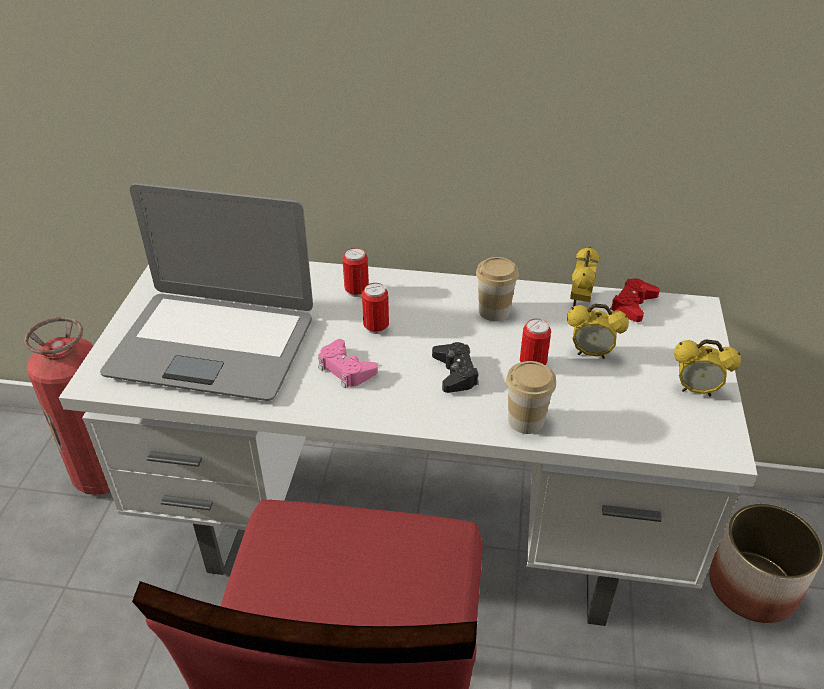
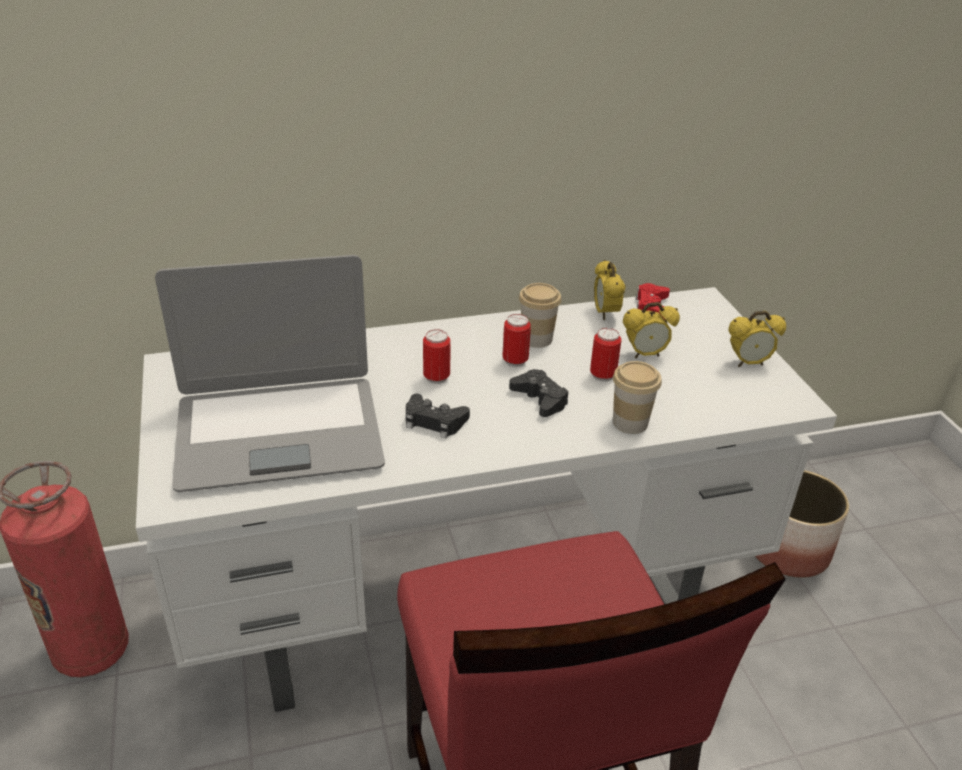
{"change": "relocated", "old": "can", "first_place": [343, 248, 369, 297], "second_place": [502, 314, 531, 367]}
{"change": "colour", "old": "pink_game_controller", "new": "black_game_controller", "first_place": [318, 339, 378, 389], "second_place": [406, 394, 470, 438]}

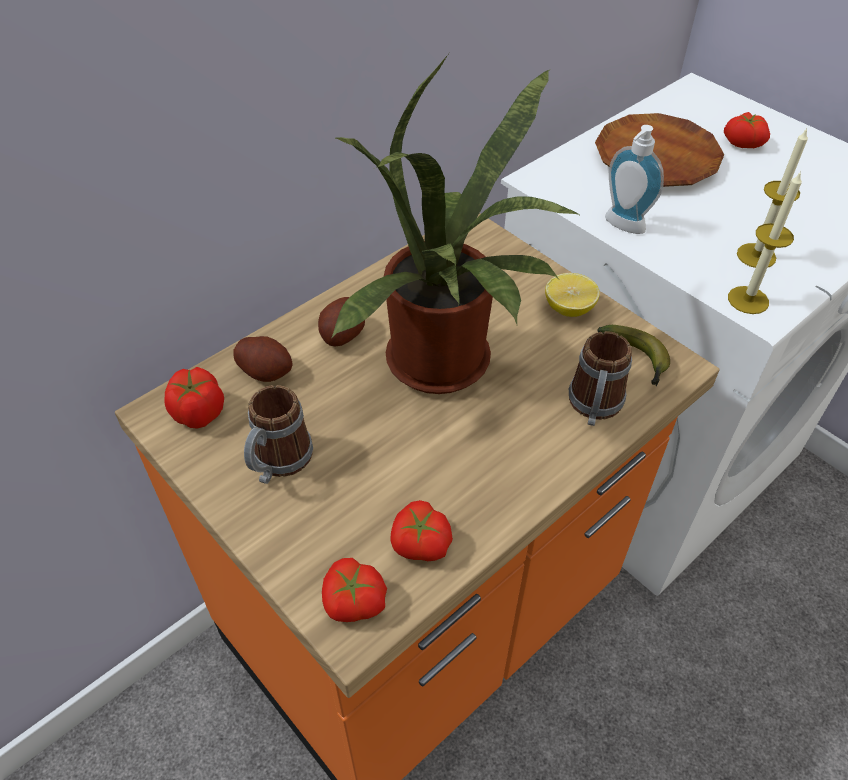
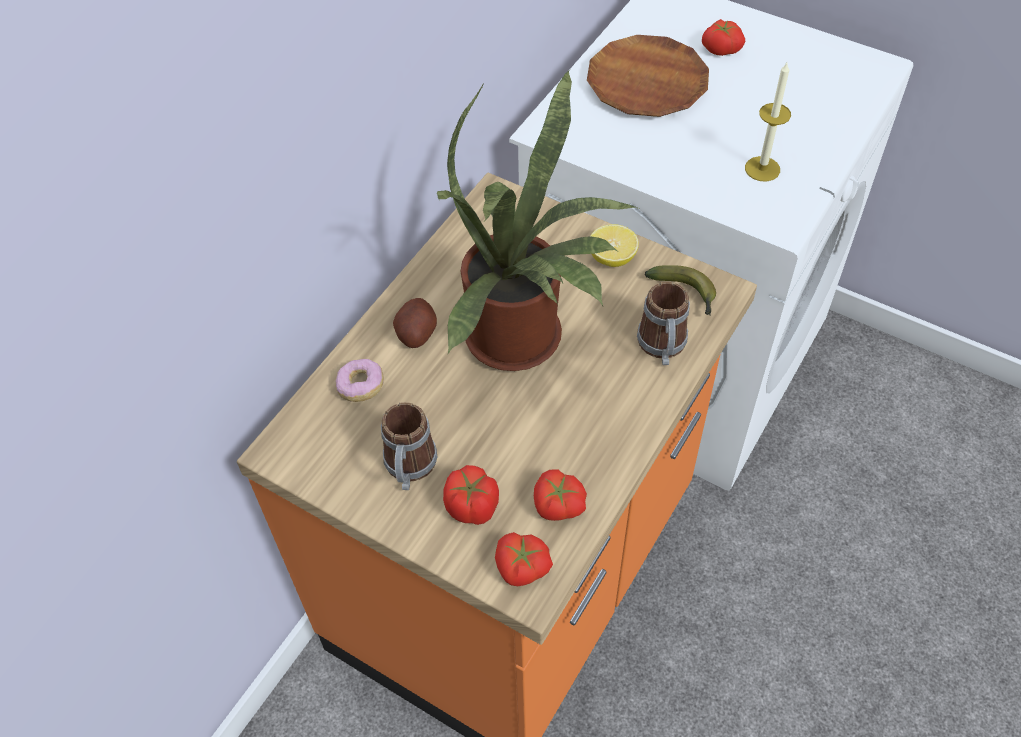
{"change": "missing", "old": "soap_dispenser", "first_place": [605, 125, 664, 234]}
{"change": "missing", "old": "candle", "first_place": [728, 171, 802, 314]}
{"change": "relocated", "old": "tomato", "first_place": [164, 367, 224, 429], "second_place": [443, 465, 499, 525]}
{"change": "exchanged", "old": "potato", "new": "donut", "first_place": [233, 336, 292, 382], "second_place": [336, 359, 384, 402]}

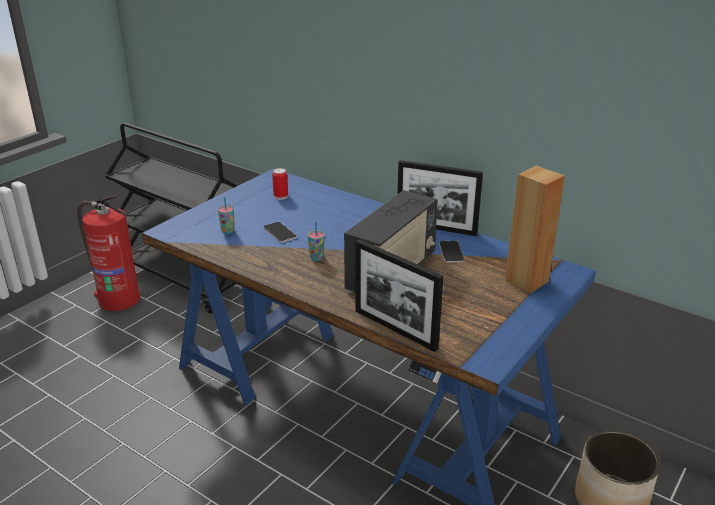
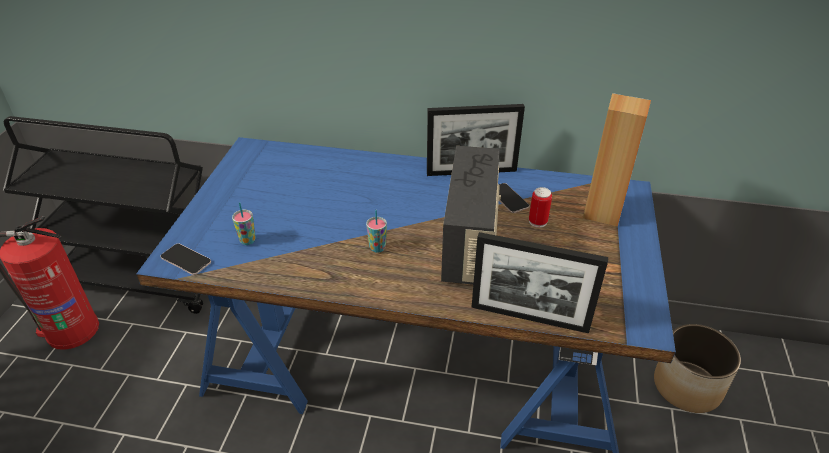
{"change": "relocated", "old": "phone", "first_place": [264, 222, 297, 242], "second_place": [160, 244, 211, 275]}
{"change": "relocated", "old": "can", "first_place": [272, 168, 288, 200], "second_place": [529, 187, 552, 228]}

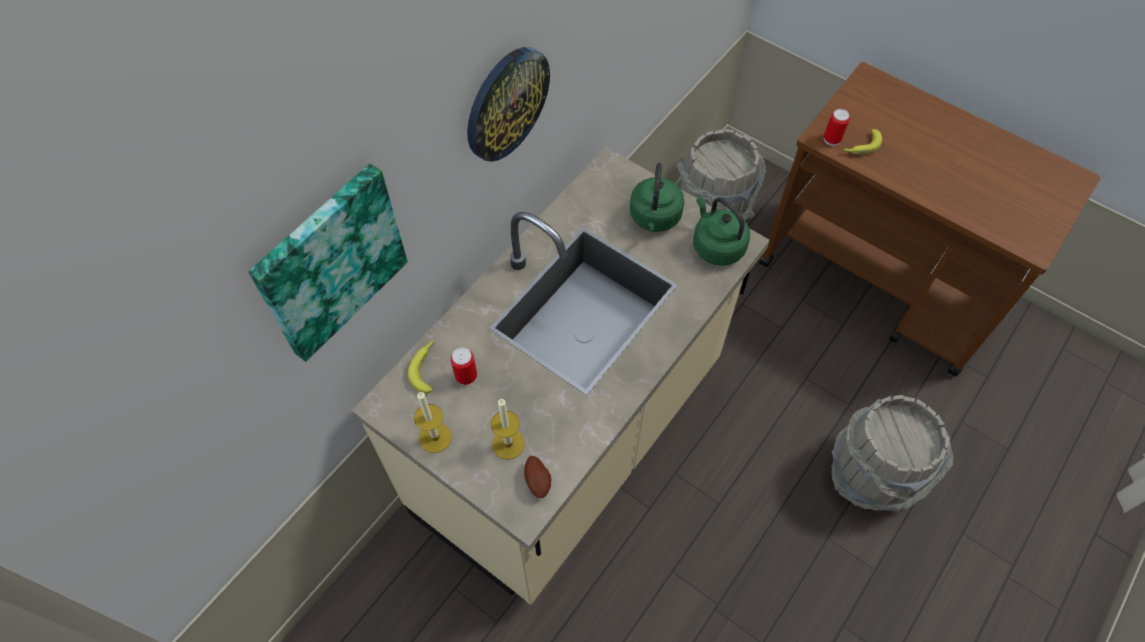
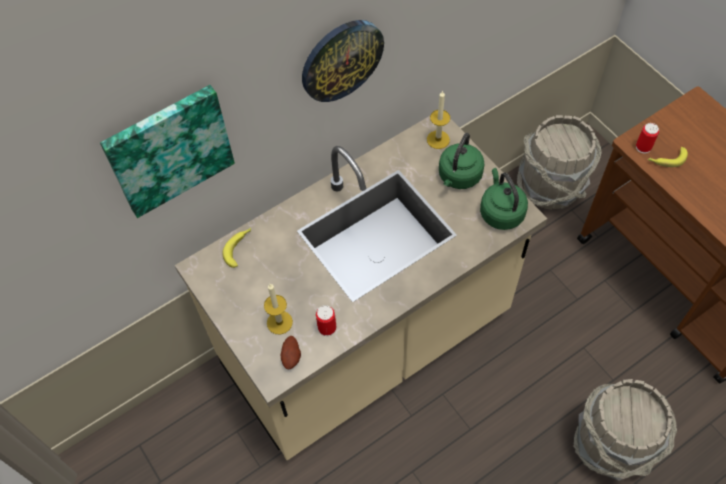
{"change": "relocated", "old": "candle", "first_place": [414, 391, 452, 453], "second_place": [427, 90, 450, 149]}
{"change": "relocated", "old": "can", "first_place": [451, 347, 477, 386], "second_place": [316, 305, 336, 336]}

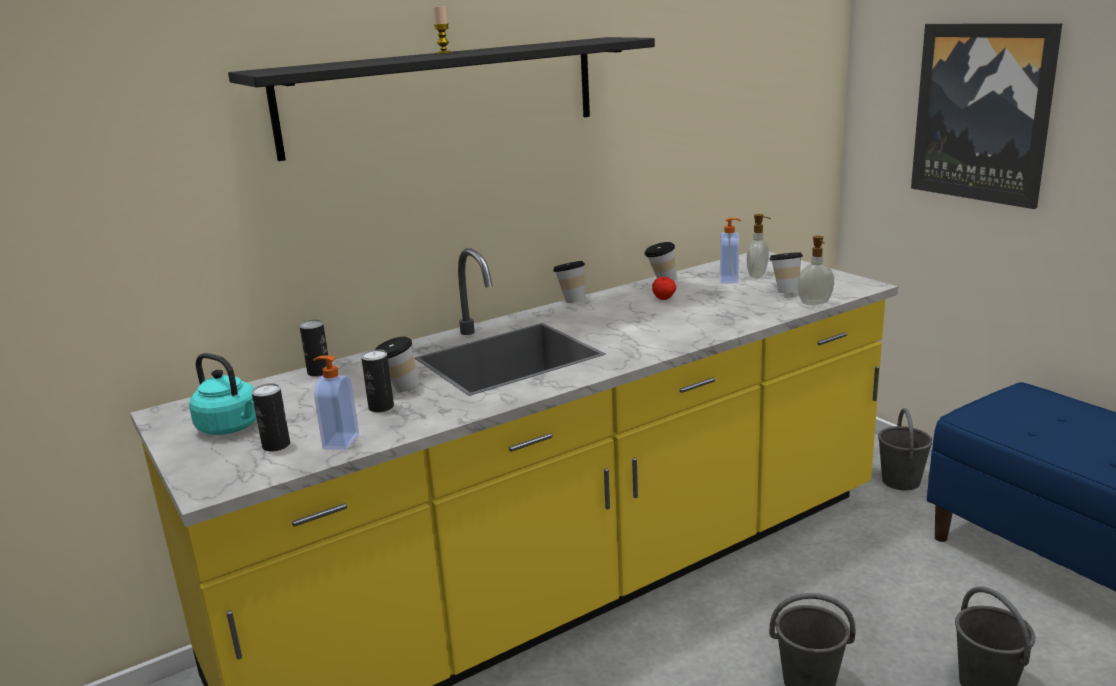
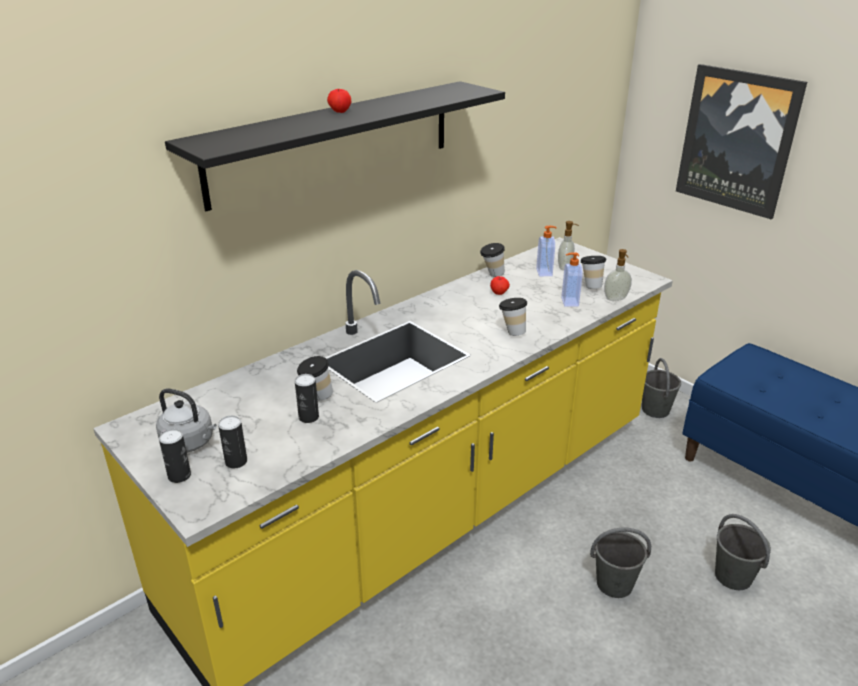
{"change": "relocated", "old": "can", "first_place": [300, 320, 328, 377], "second_place": [159, 429, 191, 483]}
{"change": "relocated", "old": "soap_dispenser", "first_place": [313, 355, 359, 450], "second_place": [562, 252, 583, 307]}
{"change": "relocated", "old": "cup", "first_place": [553, 261, 586, 303], "second_place": [499, 298, 527, 336]}
{"change": "exchanged", "old": "candle", "new": "apple", "first_place": [434, 6, 451, 54], "second_place": [327, 89, 352, 113]}
{"change": "colour", "old": "turquoise_kettle", "new": "grey_kettle", "first_place": [189, 353, 257, 435], "second_place": [156, 388, 217, 453]}

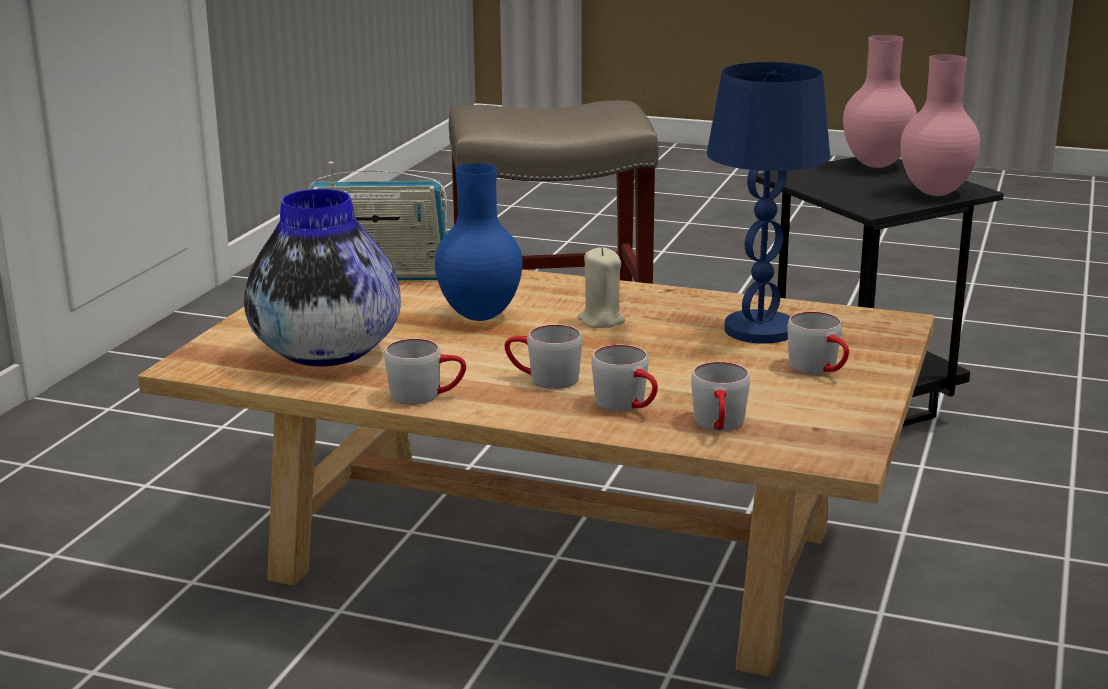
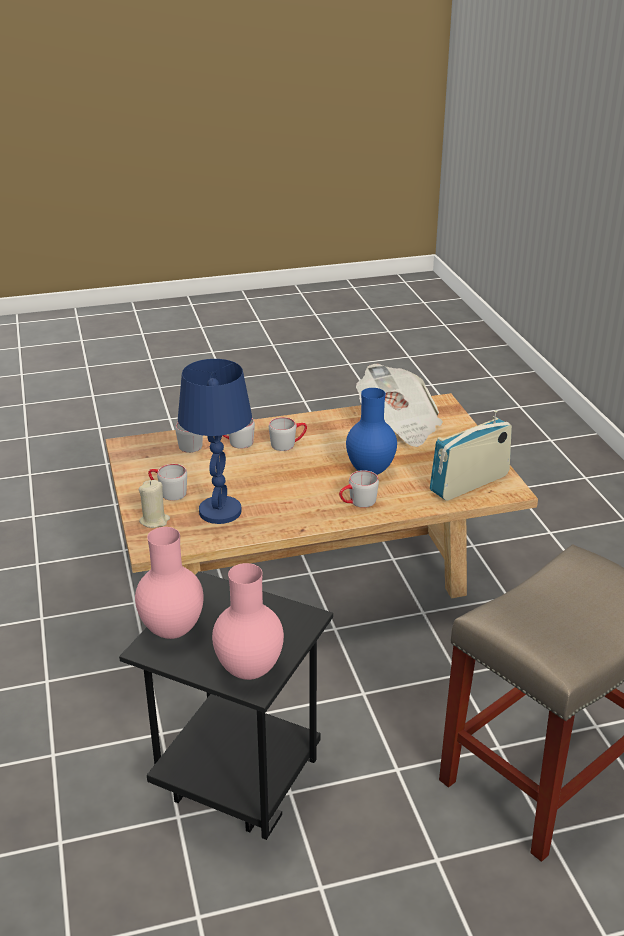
{"change": "relocated", "old": "grey_mug", "first_place": [384, 339, 466, 405], "second_place": [339, 470, 379, 508]}
{"change": "relocated", "old": "beige_candle", "first_place": [577, 247, 625, 328], "second_place": [139, 480, 170, 528]}
{"change": "exchanged", "old": "vase", "new": "newspaper", "first_place": [244, 189, 401, 366], "second_place": [356, 364, 443, 447]}

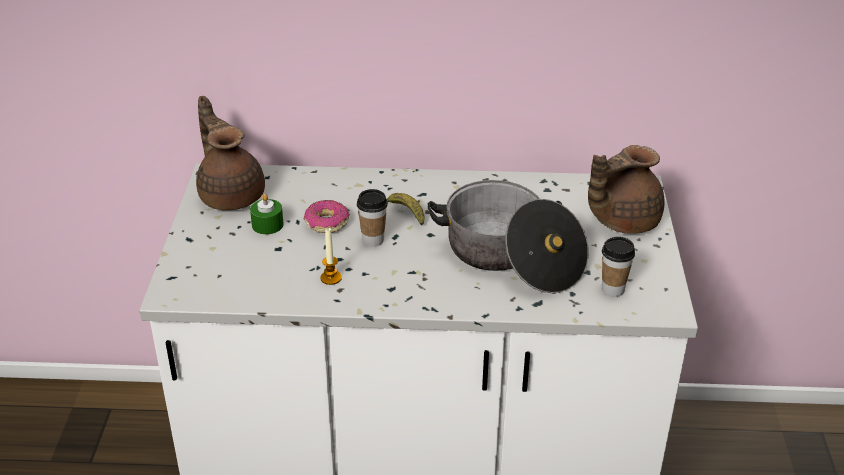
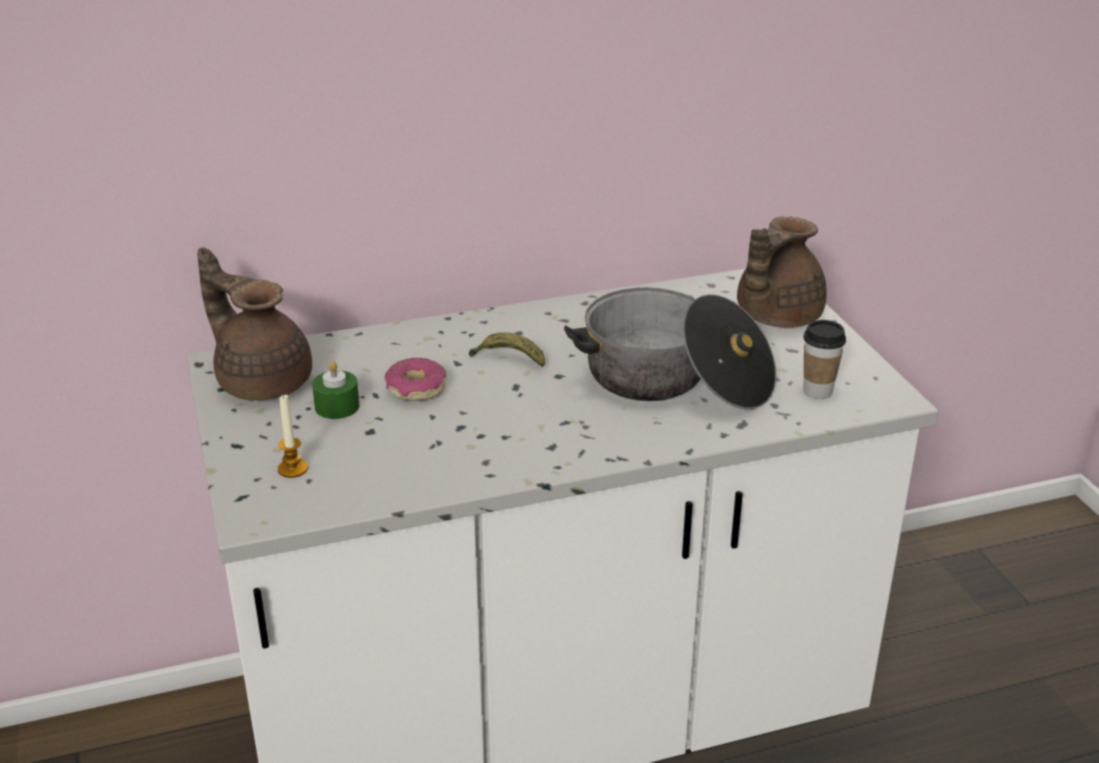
{"change": "missing", "old": "cup", "first_place": [357, 189, 388, 247]}
{"change": "relocated", "old": "candle", "first_place": [320, 228, 342, 285], "second_place": [278, 394, 308, 478]}

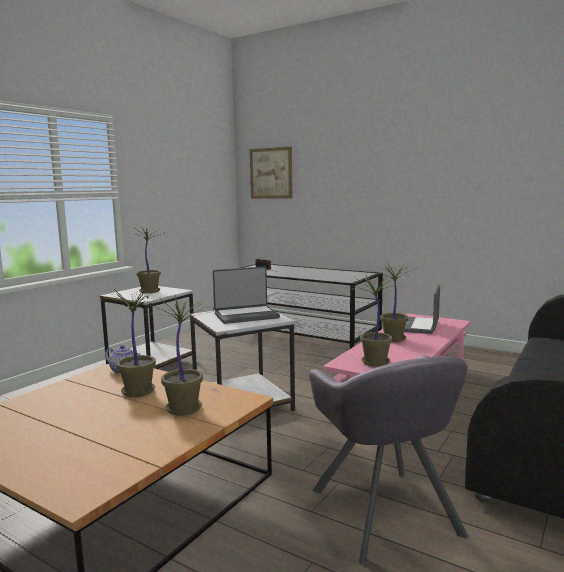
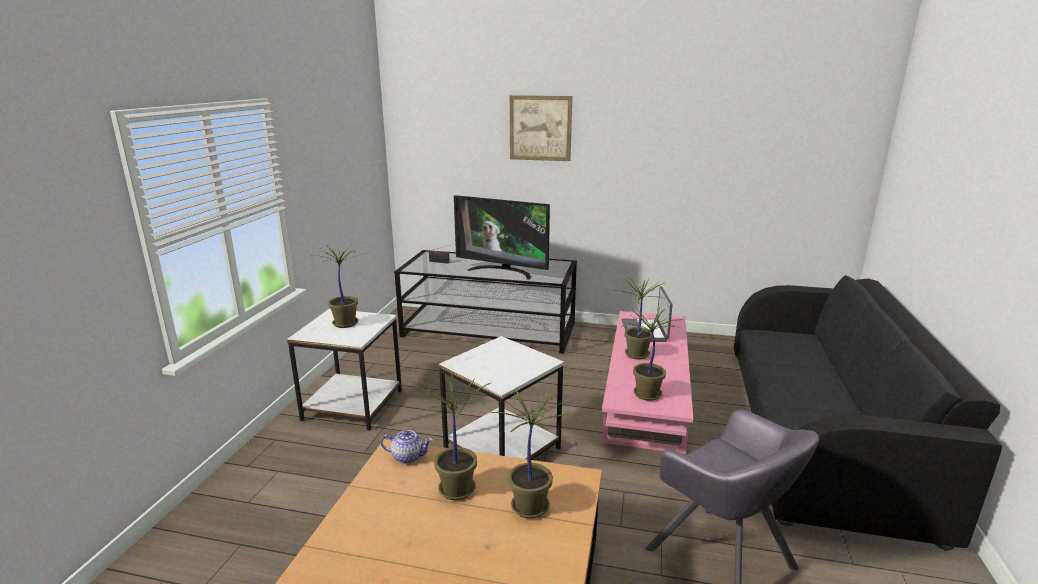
{"change": "missing", "old": "laptop", "first_place": [212, 266, 280, 324]}
{"change": "appeared", "new": "television", "second_place": [454, 195, 550, 280]}
{"change": "relocated", "old": "picture", "first_place": [250, 147, 293, 199], "second_place": [510, 95, 572, 161]}

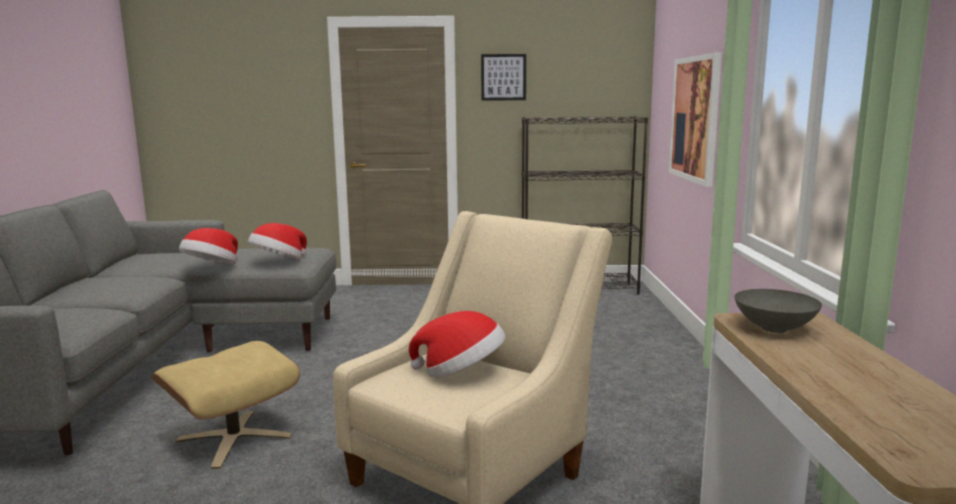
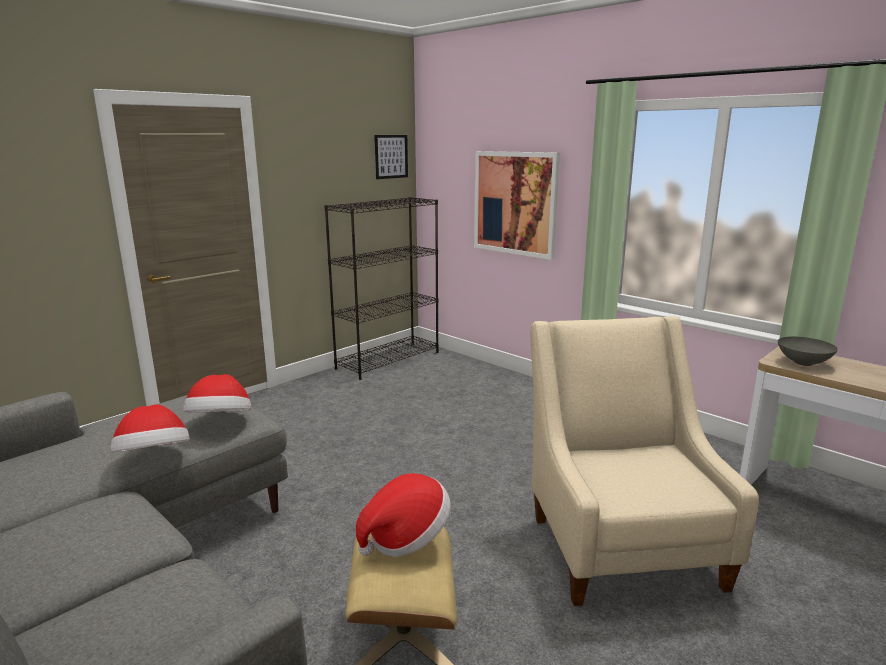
{"change": "relocated", "old": "hat", "first_place": [409, 311, 506, 378], "second_place": [356, 473, 451, 557]}
{"change": "relocated", "old": "picture", "first_place": [481, 54, 526, 101], "second_place": [374, 135, 408, 179]}

